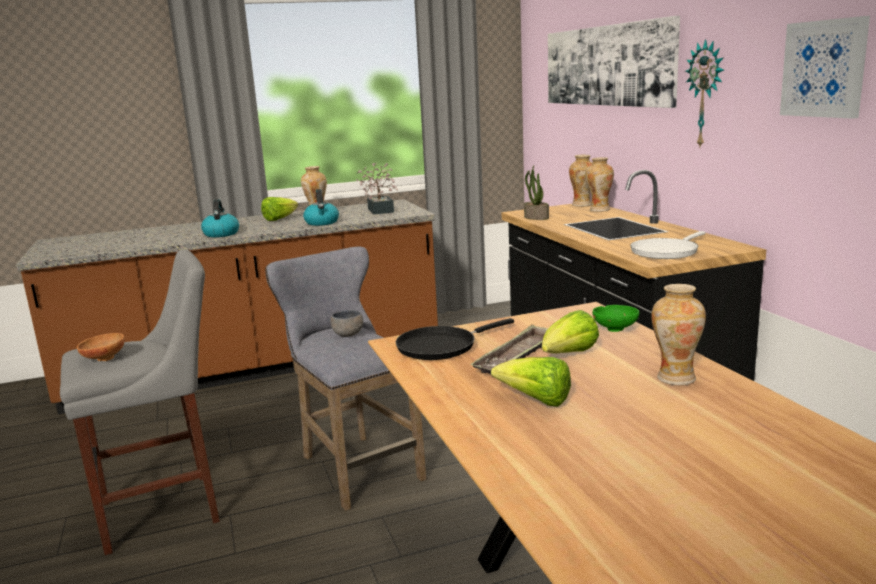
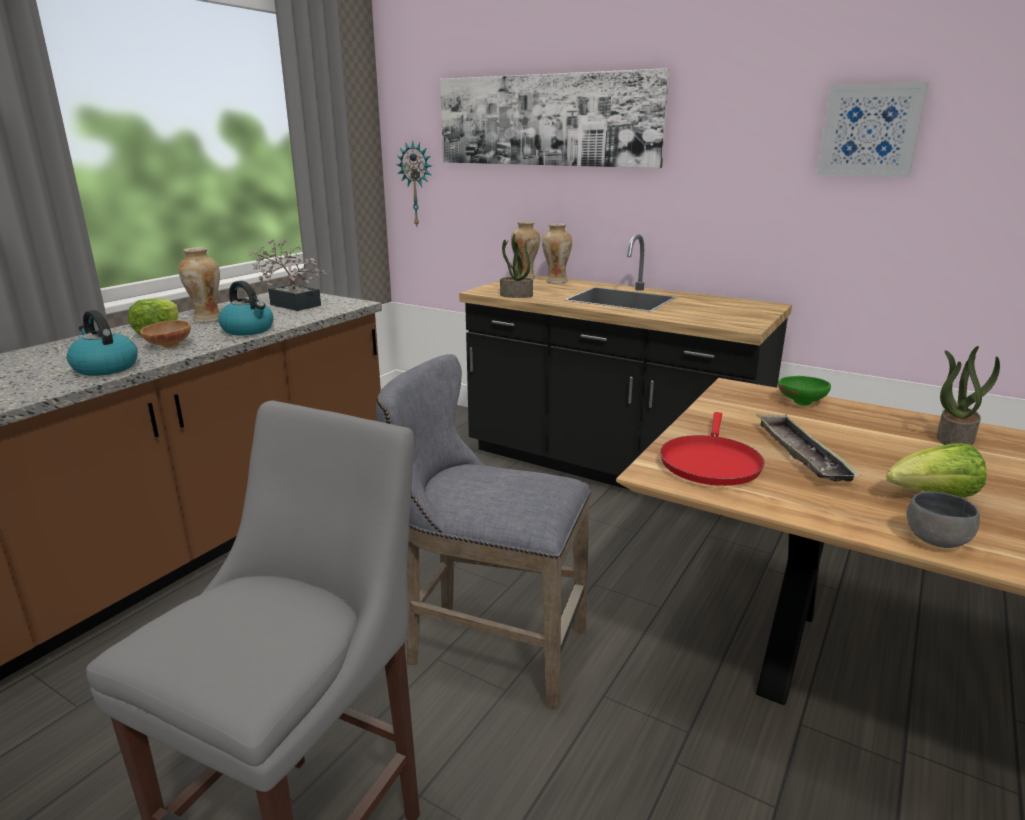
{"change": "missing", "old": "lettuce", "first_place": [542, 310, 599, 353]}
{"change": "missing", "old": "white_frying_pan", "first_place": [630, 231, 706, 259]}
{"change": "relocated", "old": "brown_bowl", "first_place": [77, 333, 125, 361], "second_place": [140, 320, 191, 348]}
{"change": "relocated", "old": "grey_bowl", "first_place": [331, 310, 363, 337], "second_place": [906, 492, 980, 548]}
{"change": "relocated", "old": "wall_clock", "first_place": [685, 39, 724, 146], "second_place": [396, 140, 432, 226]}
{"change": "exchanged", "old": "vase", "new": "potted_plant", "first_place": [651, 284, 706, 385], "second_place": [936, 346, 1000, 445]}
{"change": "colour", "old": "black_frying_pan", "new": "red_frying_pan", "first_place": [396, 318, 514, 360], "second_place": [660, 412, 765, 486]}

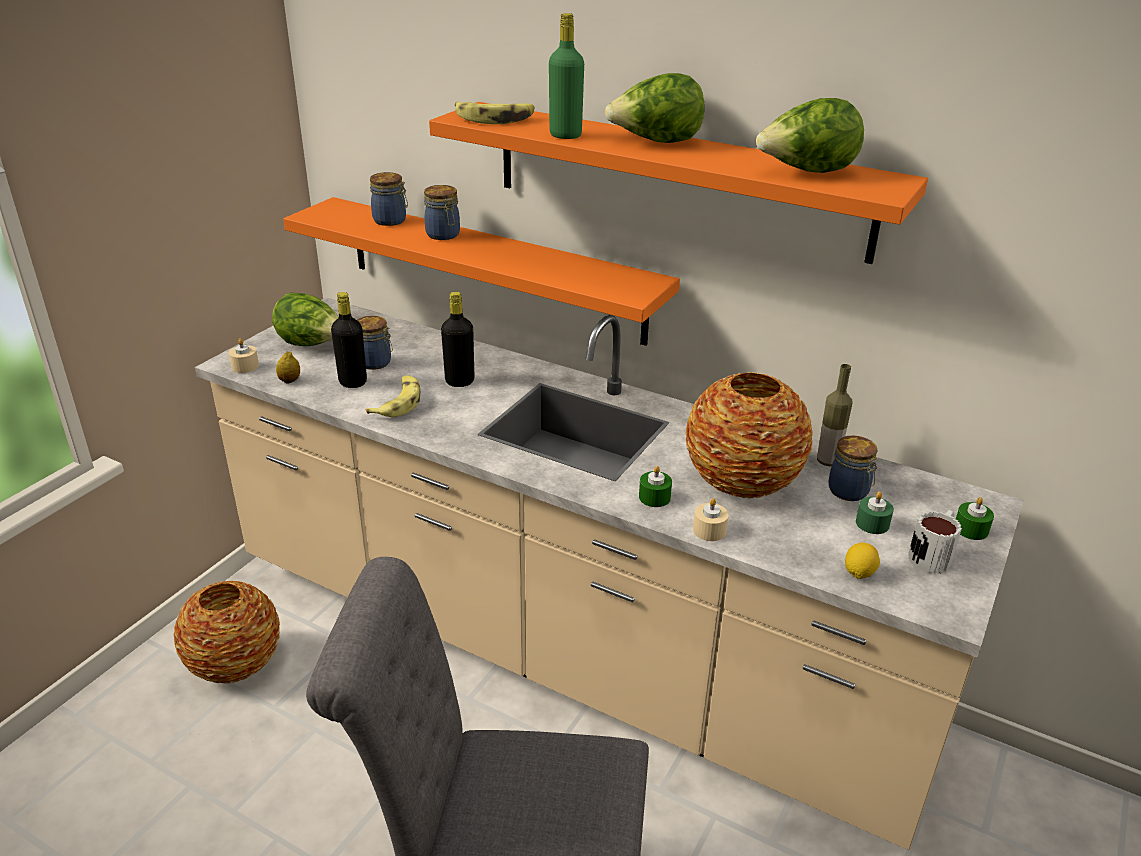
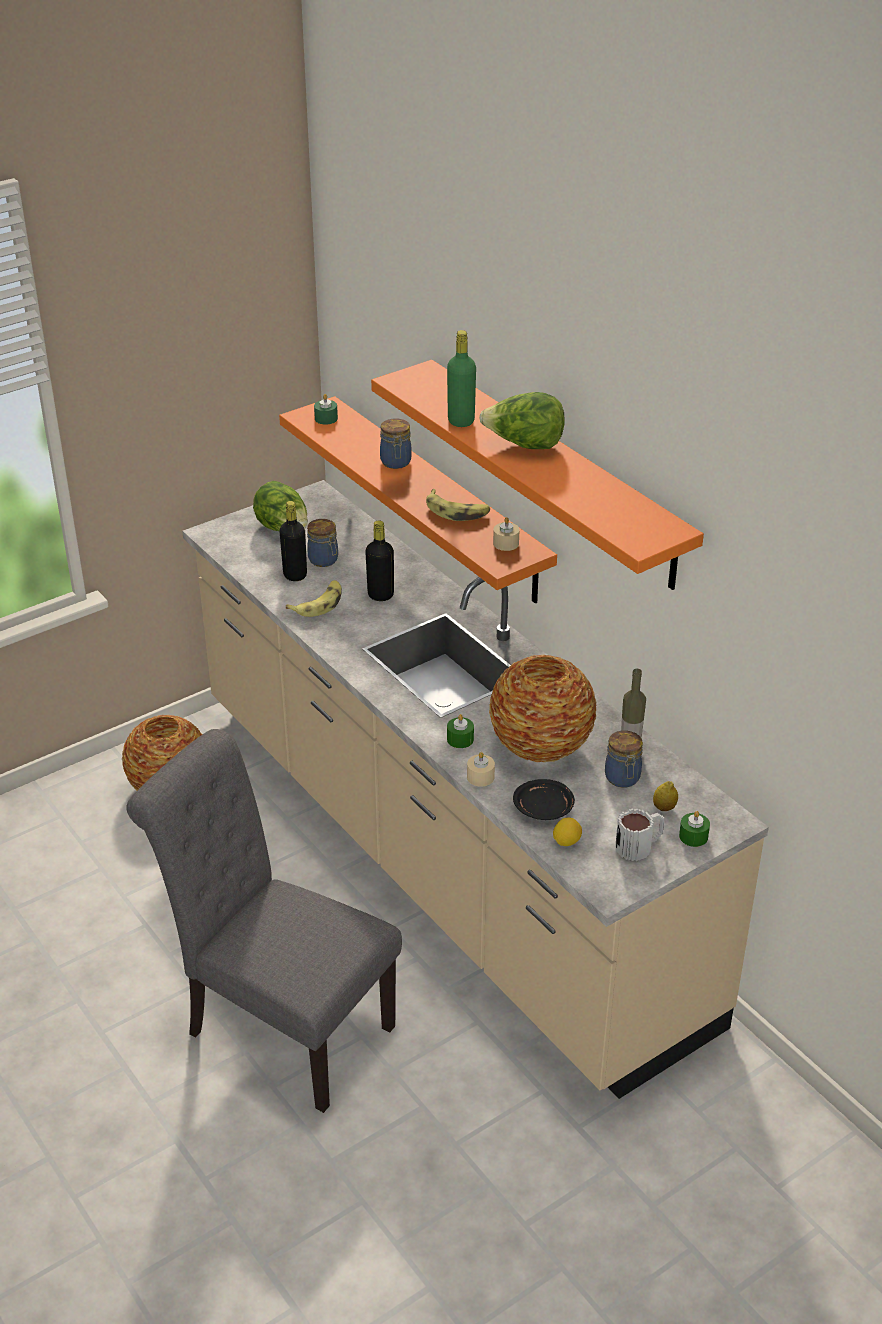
{"change": "missing", "old": "jar", "first_place": [370, 172, 408, 226]}
{"change": "missing", "old": "lettuce", "first_place": [756, 98, 864, 173]}
{"change": "appeared", "new": "black_plate", "second_place": [513, 779, 575, 820]}
{"change": "relocated", "old": "beige_candle", "first_place": [229, 338, 259, 373], "second_place": [493, 517, 519, 551]}
{"change": "relocated", "old": "lemon", "first_place": [276, 352, 300, 384], "second_place": [653, 781, 678, 811]}
{"change": "relocated", "old": "banana", "first_place": [455, 102, 535, 124], "second_place": [426, 489, 490, 521]}
{"change": "relocated", "old": "green_candle", "first_place": [856, 492, 894, 534], "second_place": [314, 394, 338, 425]}

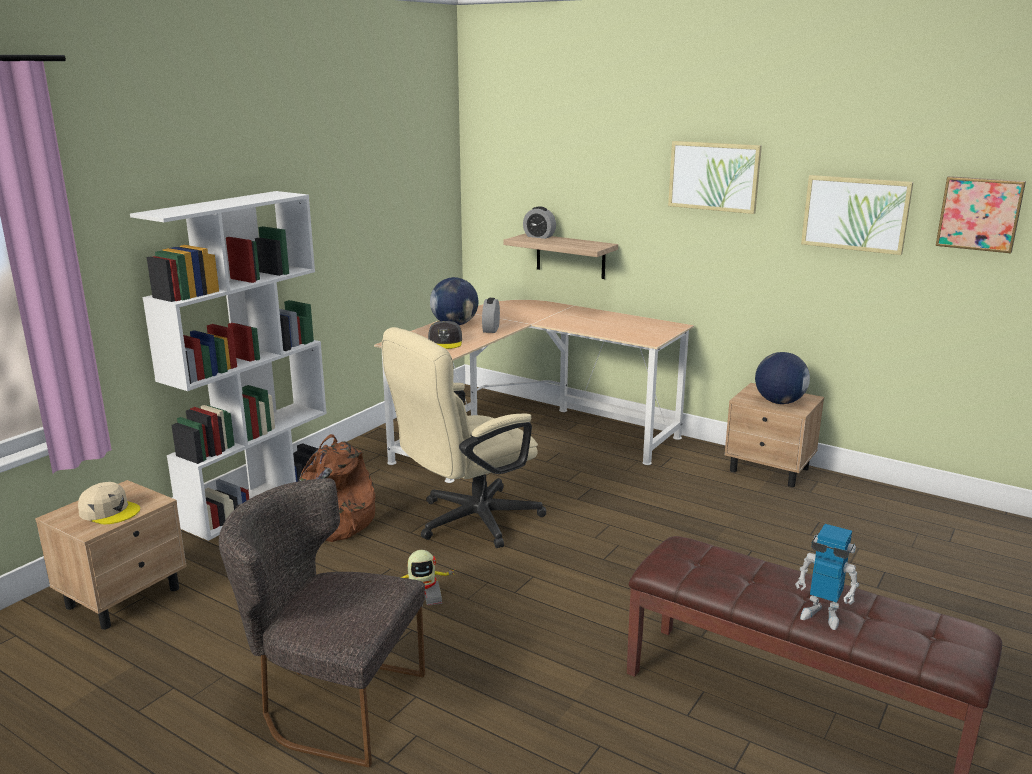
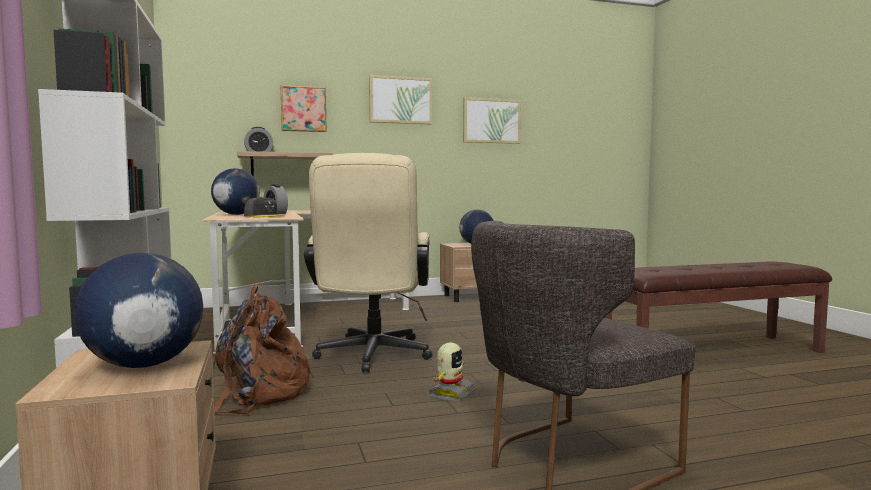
{"change": "missing", "old": "toy_robot", "first_place": [795, 524, 859, 630]}
{"change": "relocated", "old": "picture", "first_place": [936, 176, 1026, 253], "second_place": [281, 85, 327, 132]}
{"change": "exchanged", "old": "beige_cap", "new": "globe", "first_place": [78, 482, 140, 524], "second_place": [74, 253, 203, 368]}

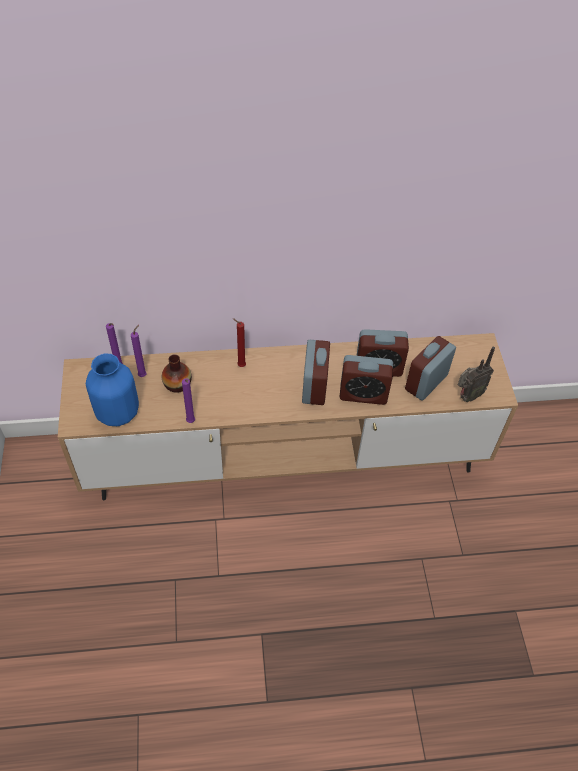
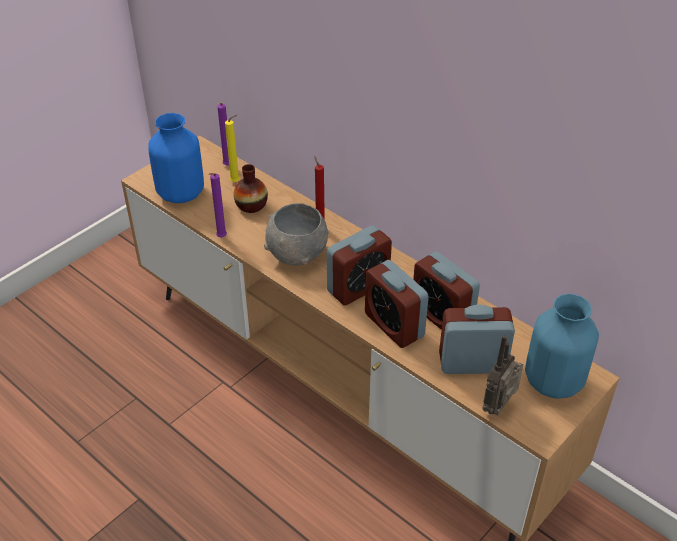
{"change": "appeared", "new": "grey_bowl", "second_place": [264, 203, 329, 266]}
{"change": "appeared", "new": "blue_vase", "second_place": [525, 294, 599, 399]}
{"change": "colour", "old": "purple_candle", "new": "yellow_candle", "first_place": [131, 325, 147, 377], "second_place": [225, 115, 240, 182]}
{"change": "spun", "old": "radio", "first_place": [458, 346, 495, 402], "second_place": [482, 335, 523, 415], "degrees": 105}

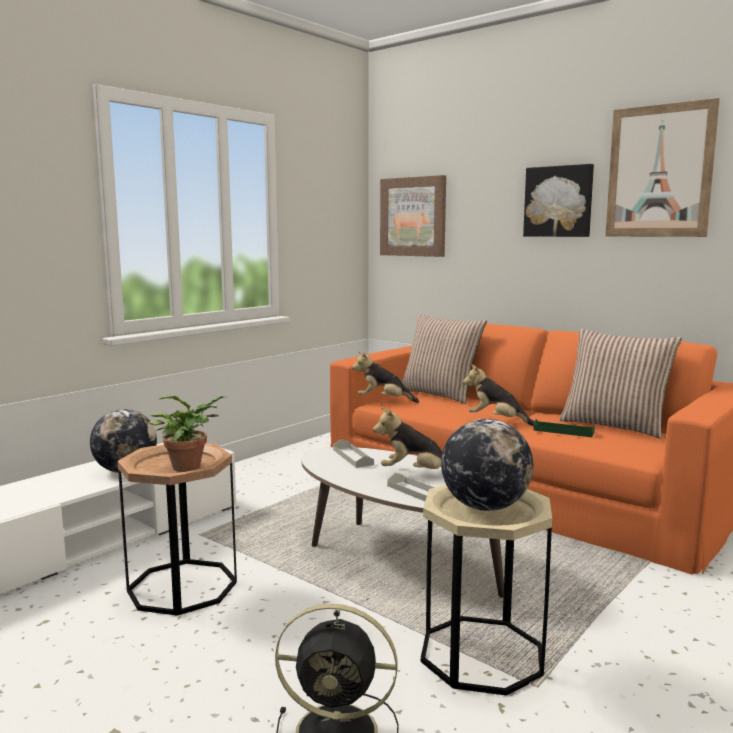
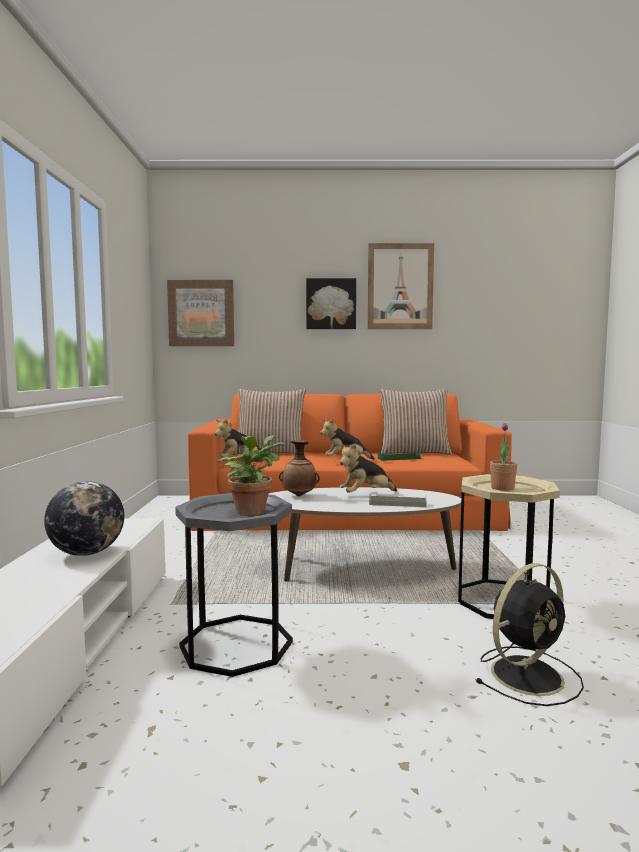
{"change": "exchanged", "old": "grey_tray", "new": "vase", "first_place": [333, 439, 374, 468], "second_place": [279, 440, 320, 496]}
{"change": "exchanged", "old": "globe", "new": "potted_plant", "first_place": [441, 419, 533, 511], "second_place": [490, 423, 518, 491]}
{"change": "colour", "old": "brown_side_table", "new": "grey_side_table", "first_place": [118, 443, 237, 616], "second_place": [175, 493, 293, 677]}

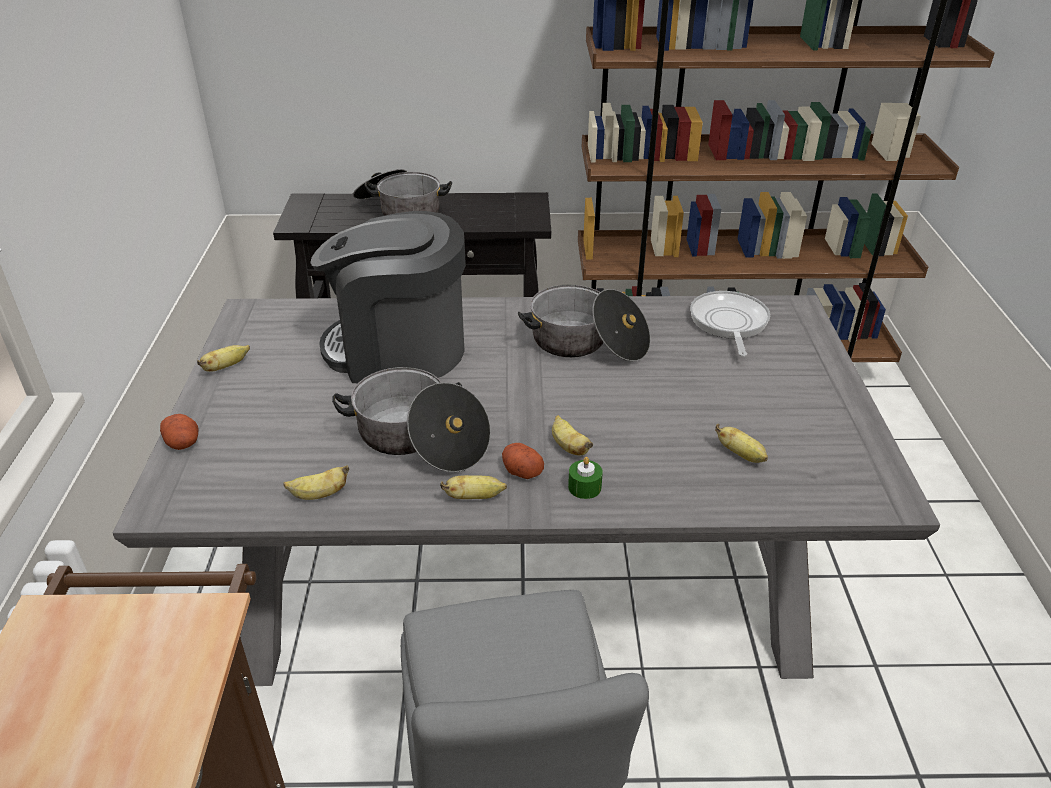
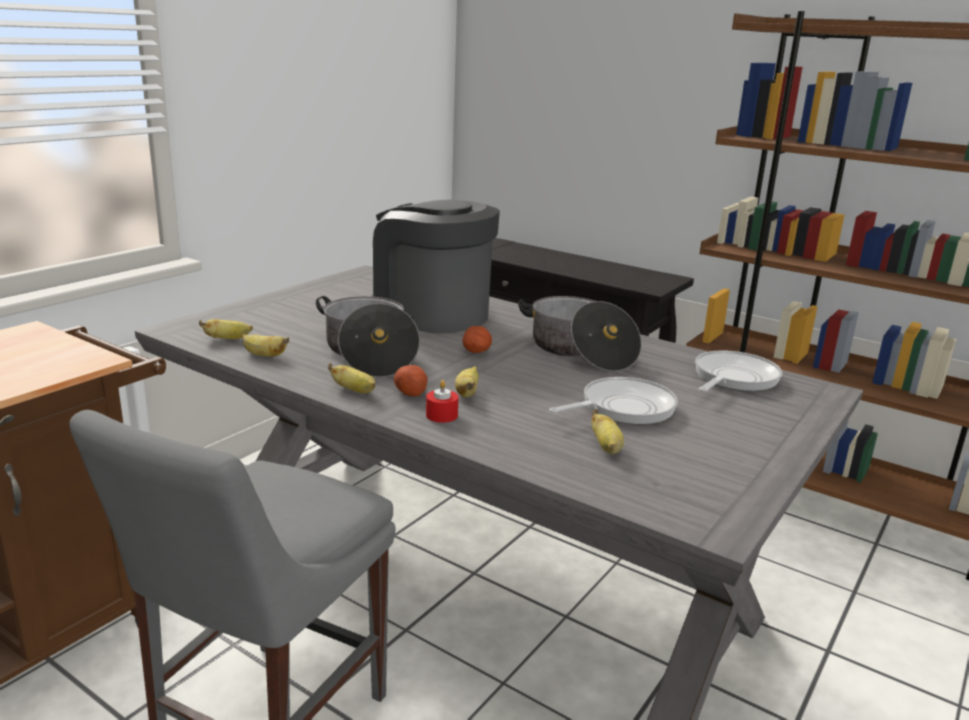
{"change": "missing", "old": "cooking_pot", "first_place": [353, 169, 452, 216]}
{"change": "appeared", "new": "frying_pan", "second_place": [549, 377, 678, 425]}
{"change": "relocated", "old": "potato", "first_place": [160, 414, 199, 450], "second_place": [462, 326, 492, 353]}
{"change": "relocated", "old": "banana", "first_place": [197, 345, 250, 372], "second_place": [199, 319, 253, 339]}
{"change": "colour", "old": "green_candle", "new": "red_candle", "first_place": [568, 457, 603, 499], "second_place": [426, 380, 458, 423]}

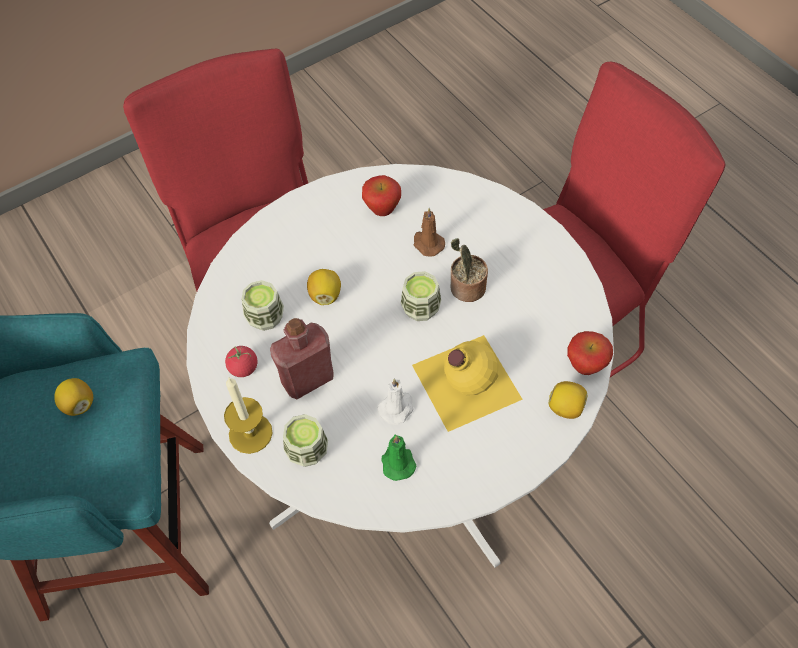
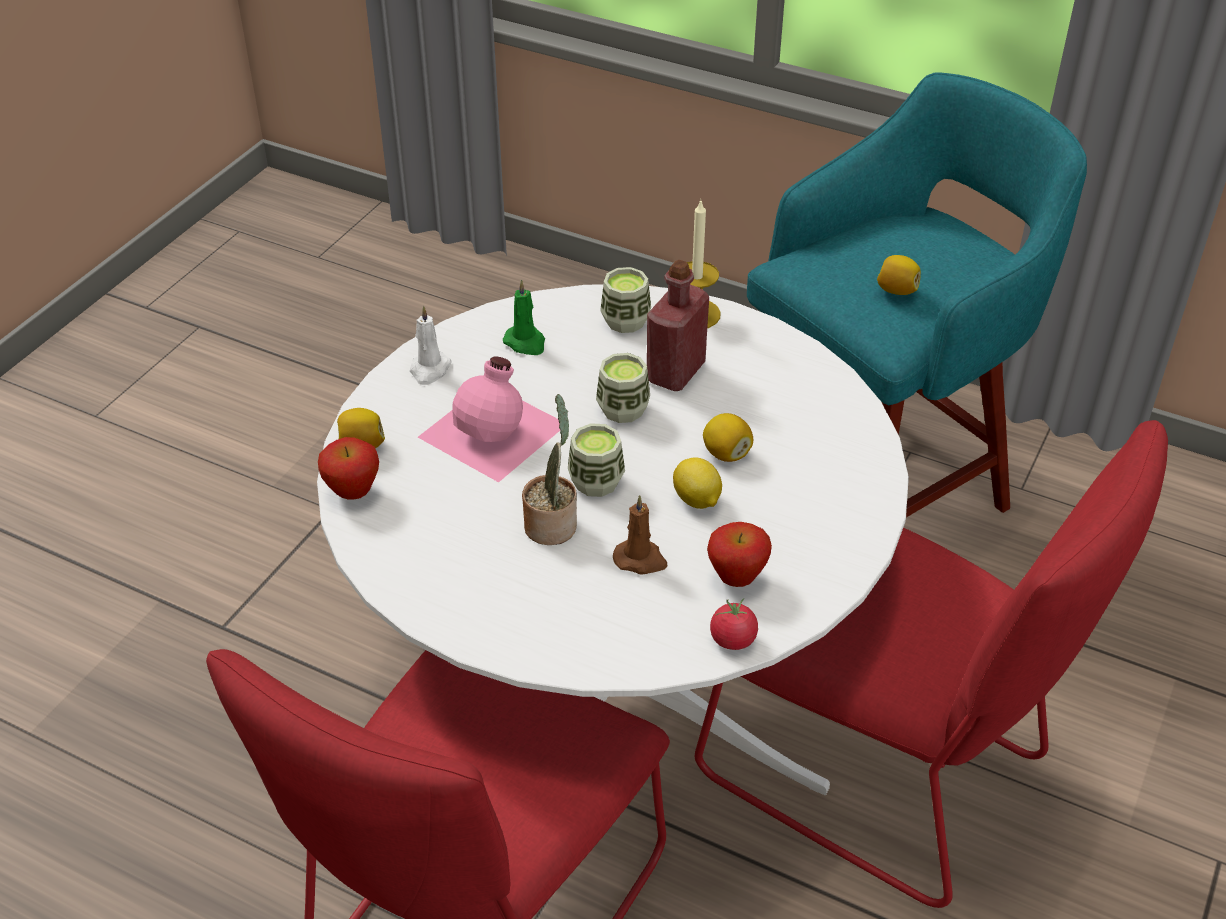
{"change": "appeared", "new": "lemon", "second_place": [673, 457, 722, 509]}
{"change": "relocated", "old": "tomato", "first_place": [225, 346, 257, 377], "second_place": [710, 598, 758, 650]}
{"change": "relocated", "old": "cup", "first_place": [242, 280, 284, 331], "second_place": [596, 353, 650, 423]}
{"change": "relocated", "old": "white_candle", "first_place": [378, 378, 414, 425], "second_place": [410, 306, 452, 385]}
{"change": "colour", "old": "yellow_bottle", "new": "pink_bottle", "first_place": [412, 335, 523, 432], "second_place": [418, 356, 560, 482]}

